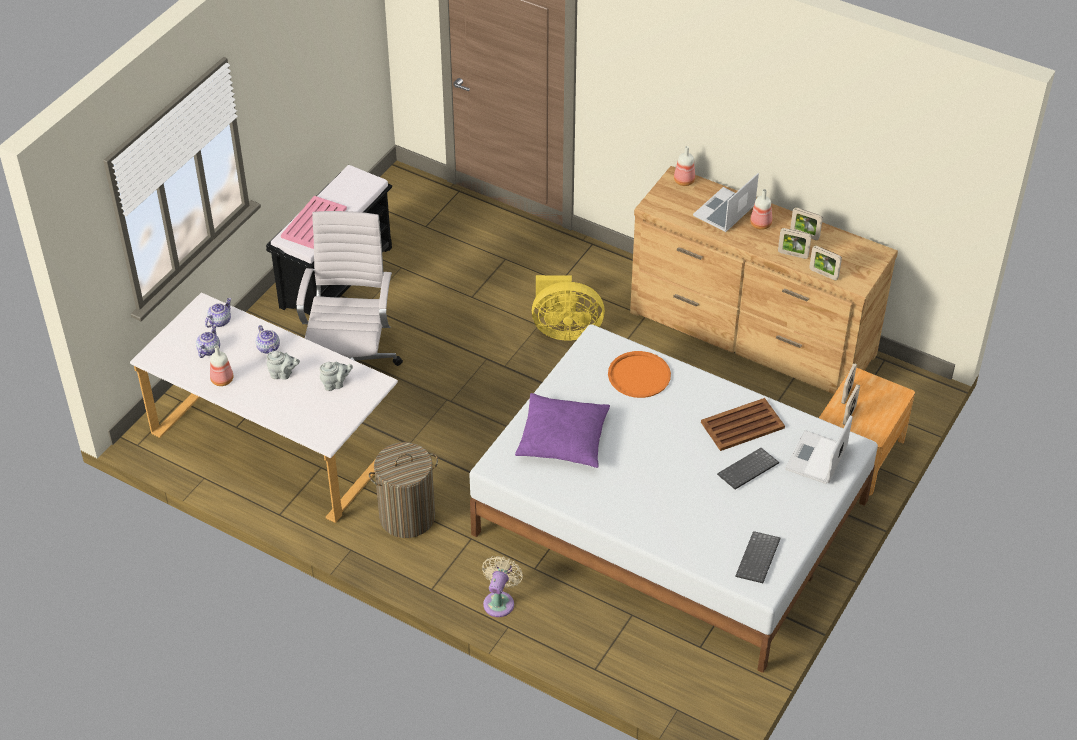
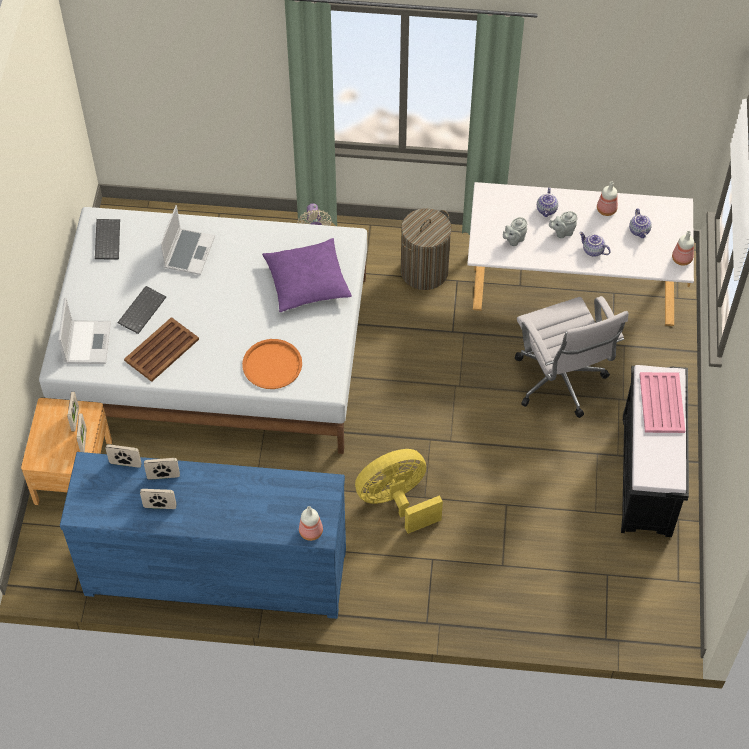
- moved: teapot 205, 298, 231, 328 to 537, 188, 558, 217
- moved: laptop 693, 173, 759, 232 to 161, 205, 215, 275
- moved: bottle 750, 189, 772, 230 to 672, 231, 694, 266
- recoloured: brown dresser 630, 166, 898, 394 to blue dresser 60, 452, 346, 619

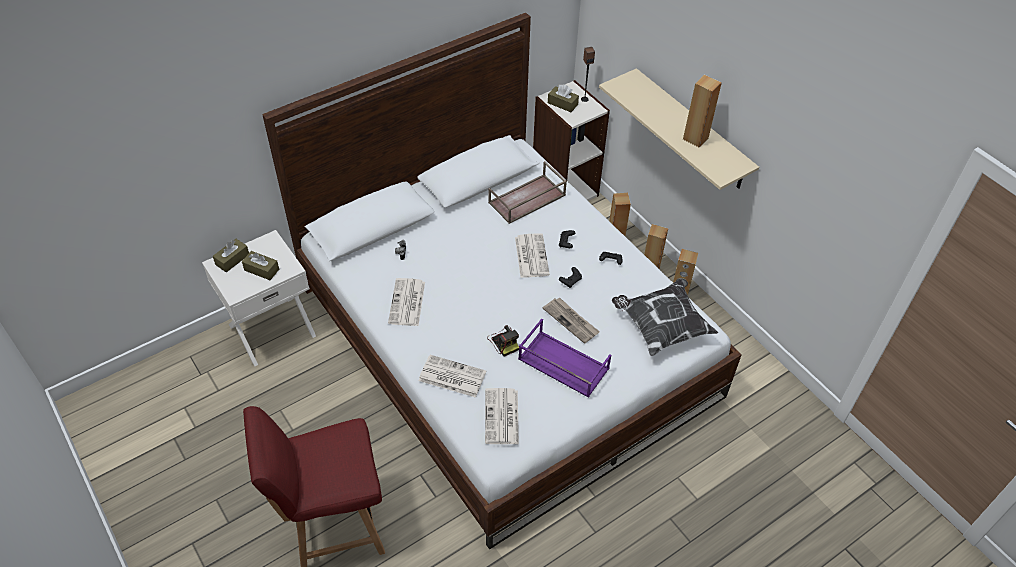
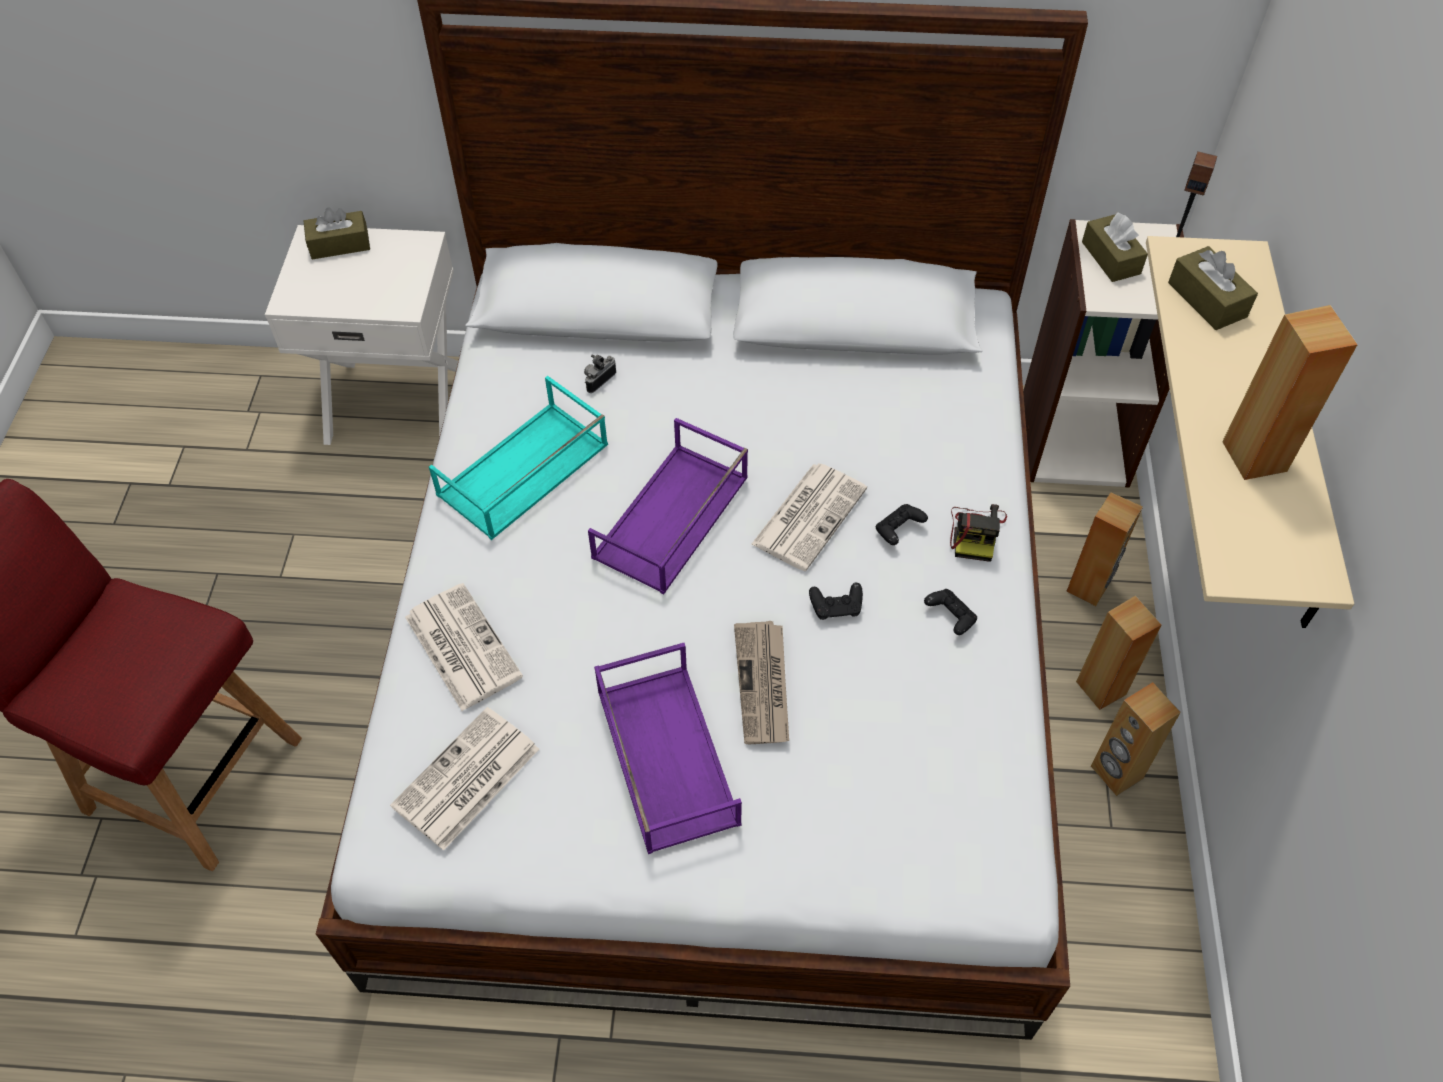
- removed: brown tray 488, 161, 567, 224
- removed: pillow 612, 279, 718, 356
- added: purple tray 588, 418, 748, 594
- moved: brown tissue box 242, 251, 279, 280 to 1168, 246, 1258, 330
- moved: photo camera 487, 325, 519, 357 to 950, 504, 1007, 562
- replaced: newspaper 388, 278, 425, 326 to turquoise tray 429, 376, 608, 540

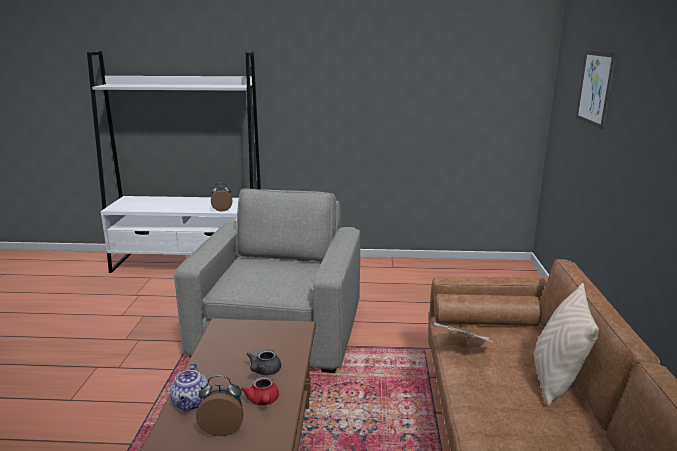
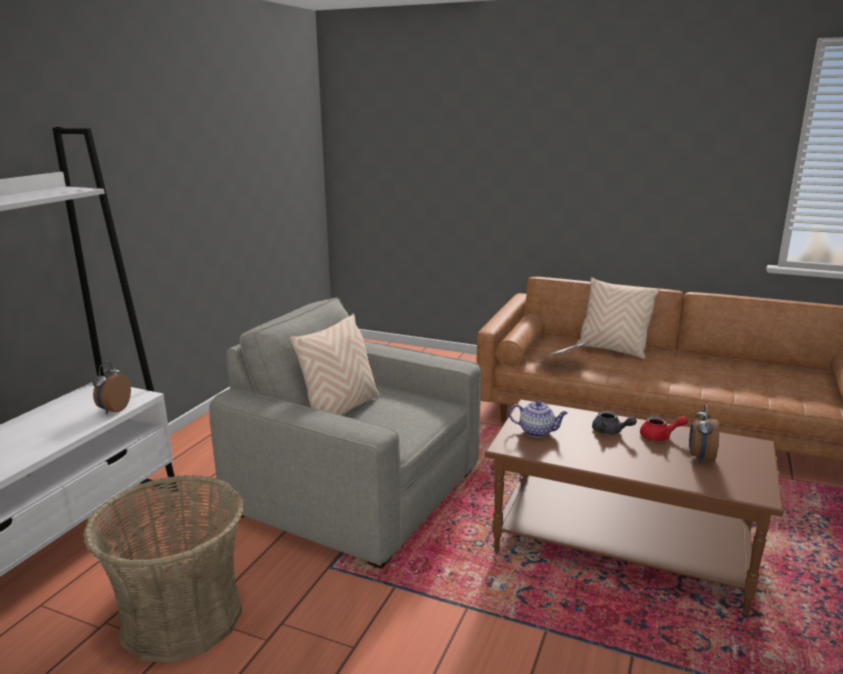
- removed: picture 576, 50, 617, 130
- added: basket 83, 475, 244, 663
- added: beige pillow 290, 313, 379, 415
- moved: teapot 170, 363, 209, 411 to 509, 401, 568, 437

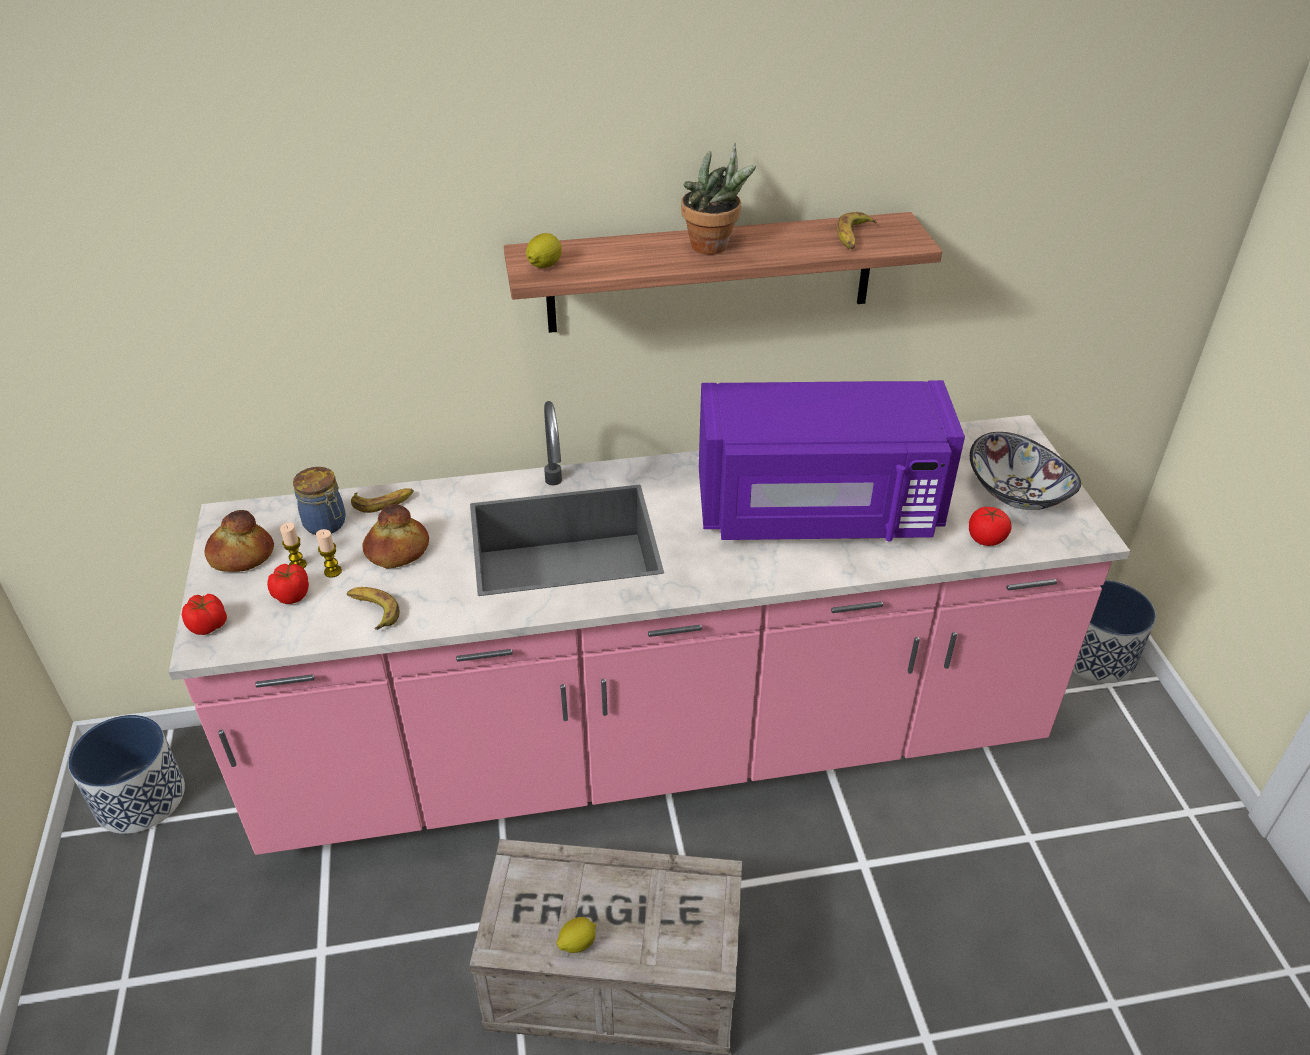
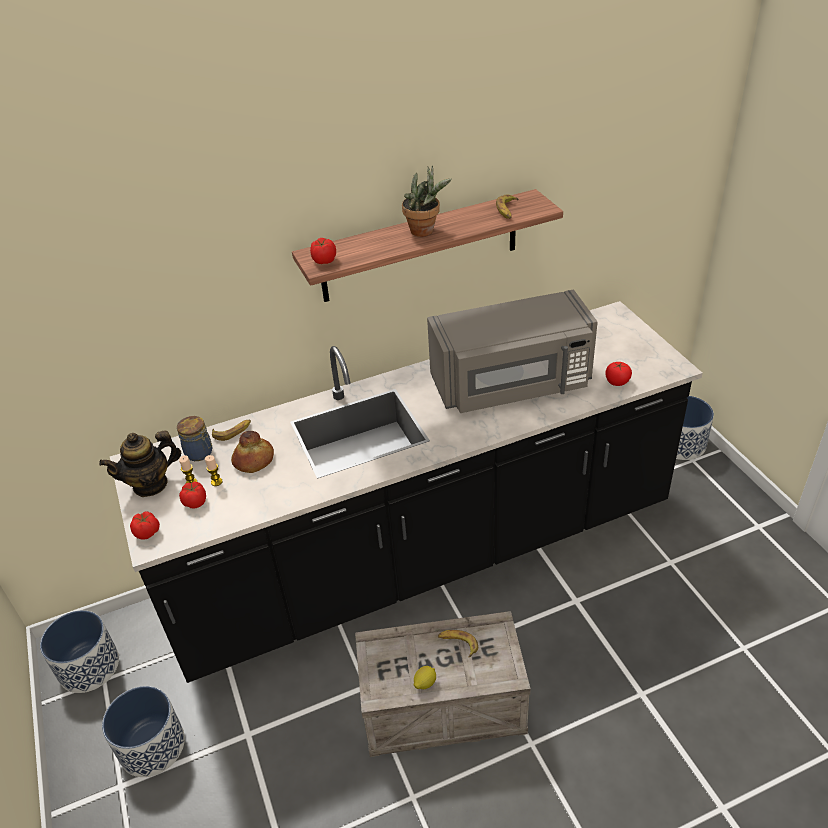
- removed: bowl 970, 432, 1081, 510
- added: planter 102, 686, 185, 777
- moved: banana 347, 587, 400, 630 to 438, 630, 478, 657
- replaced: bread 204, 510, 274, 572 to teapot 99, 431, 181, 497
- replaced: lemon 526, 233, 562, 268 to tomato 310, 238, 336, 264
- recoloured: pink counter 169, 401, 1130, 855 to black counter 110, 301, 703, 683
- recoloured: purple microwave 699, 380, 965, 541 to grey microwave 427, 289, 598, 413

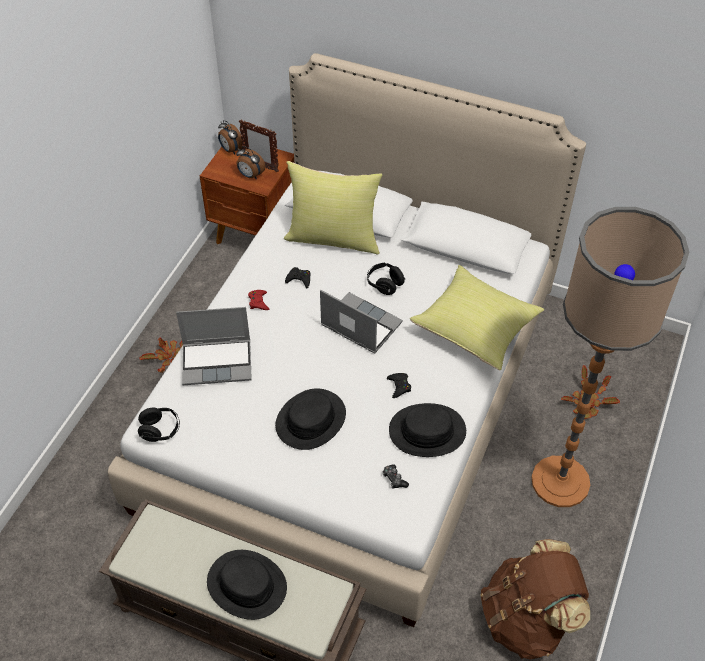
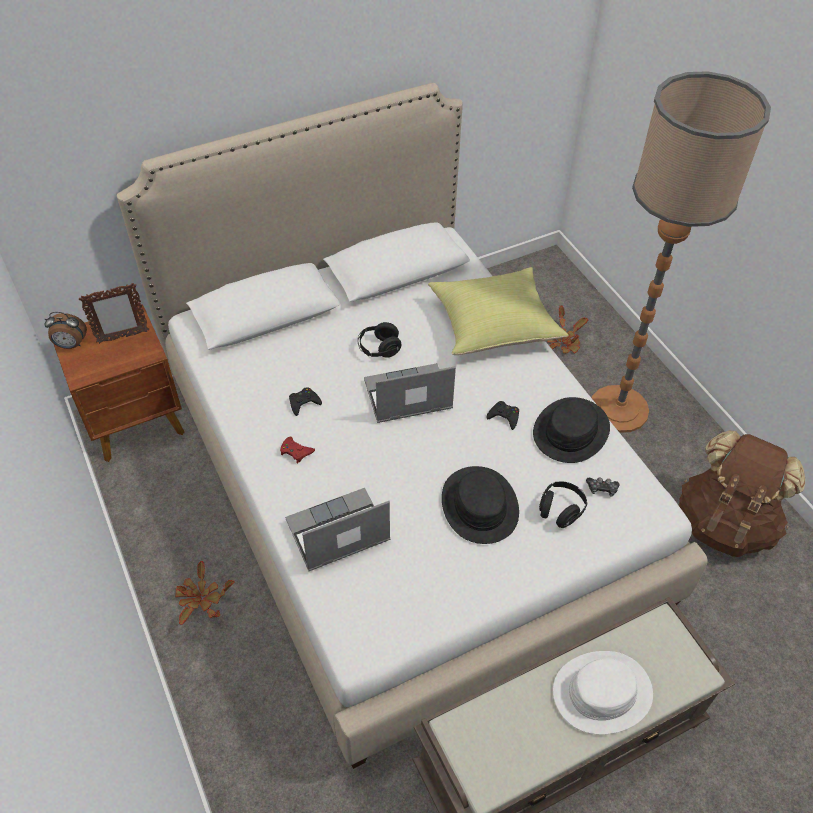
- removed: alarm clock 236, 146, 265, 179
- removed: yellow pillow 284, 161, 383, 254
- moved: black headphones 138, 407, 180, 442 to 539, 482, 588, 528
- recoloured: black hat 207, 550, 287, 620 to white hat 553, 651, 653, 735
- turned: laptop 176, 307, 252, 385 = 285, 488, 391, 571 150 degrees counterclockwise

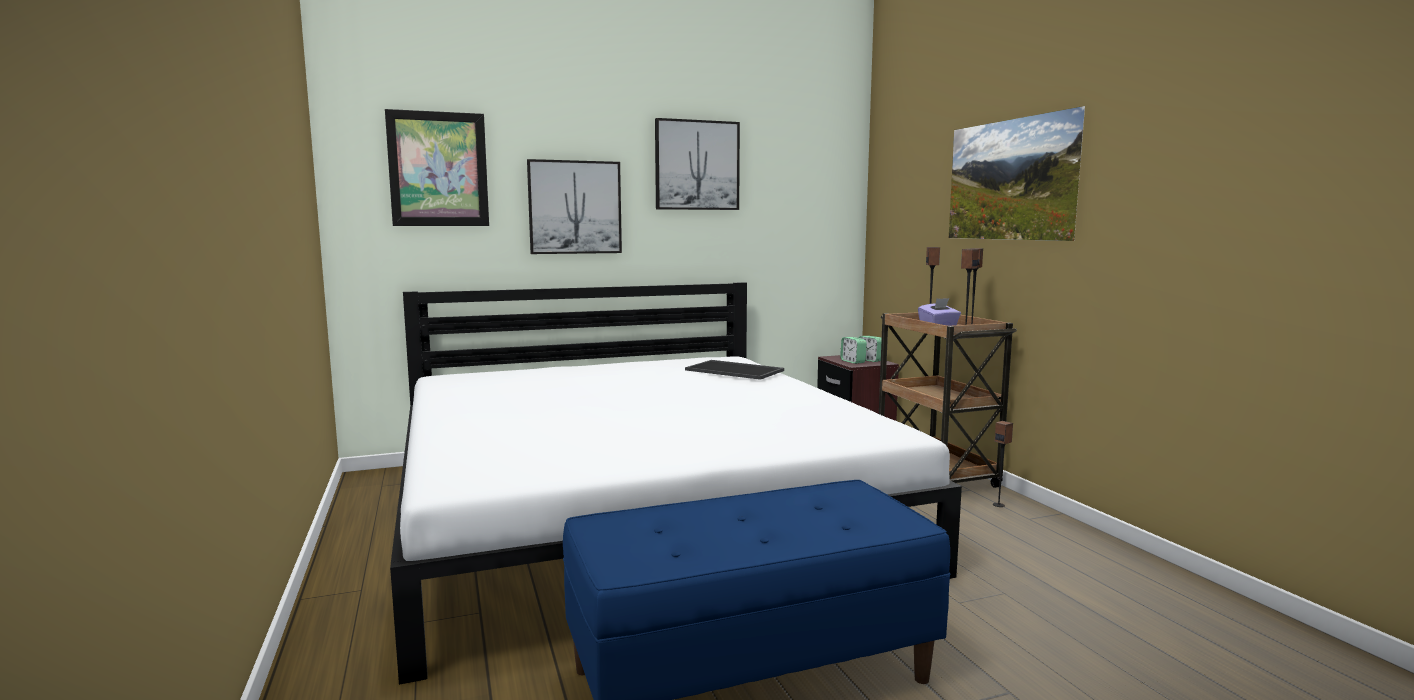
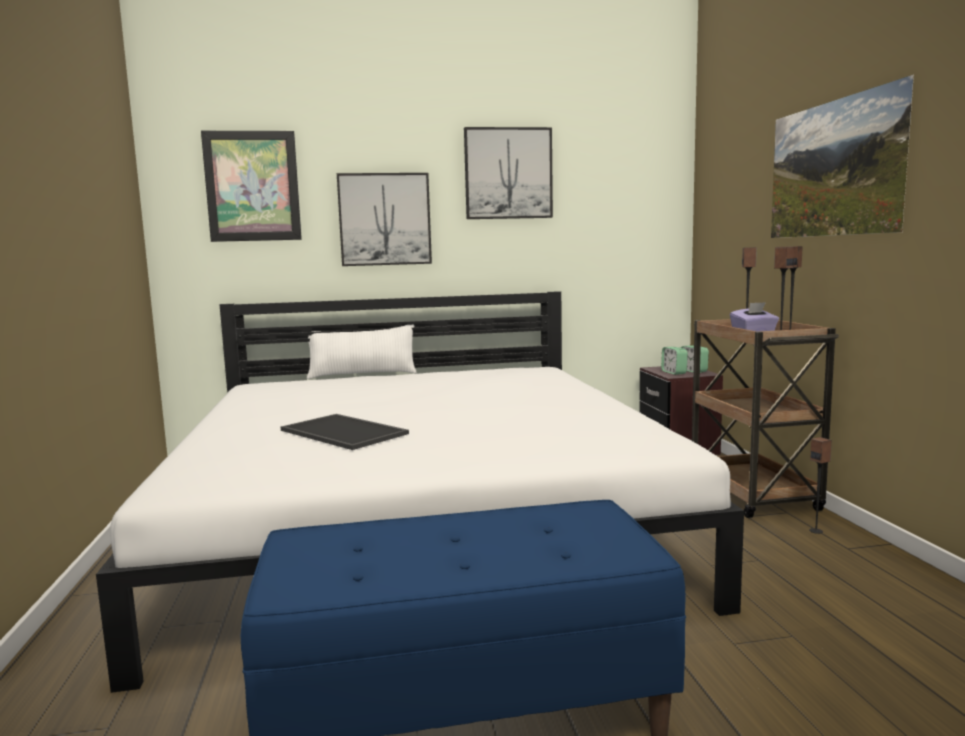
- added: white pillow 307, 325, 417, 379
- moved: tray 685, 360, 784, 380 to 281, 414, 409, 450

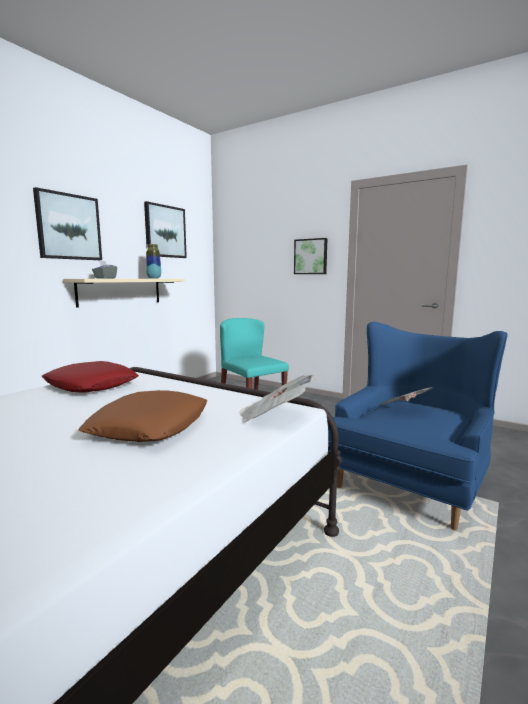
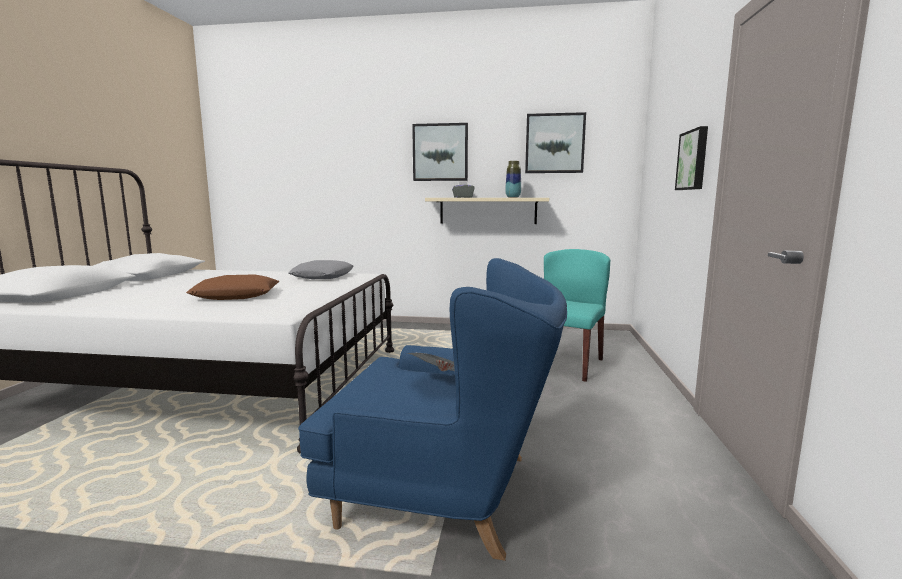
- removed: newspaper 239, 375, 315, 422
- recoloured: red pillow 42, 361, 139, 393 to grey pillow 289, 260, 353, 279

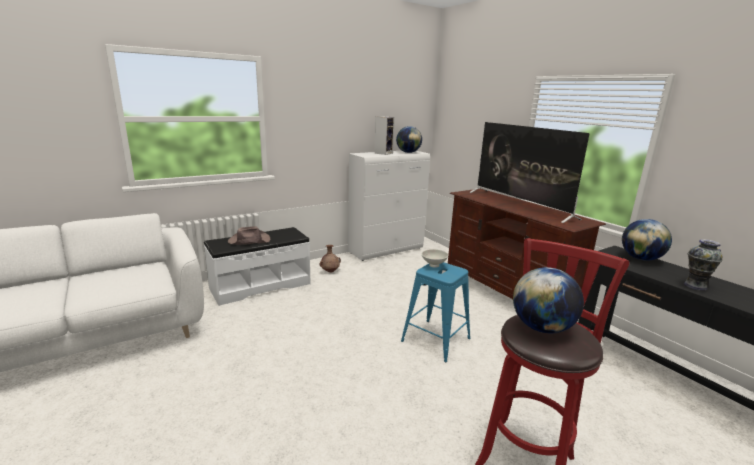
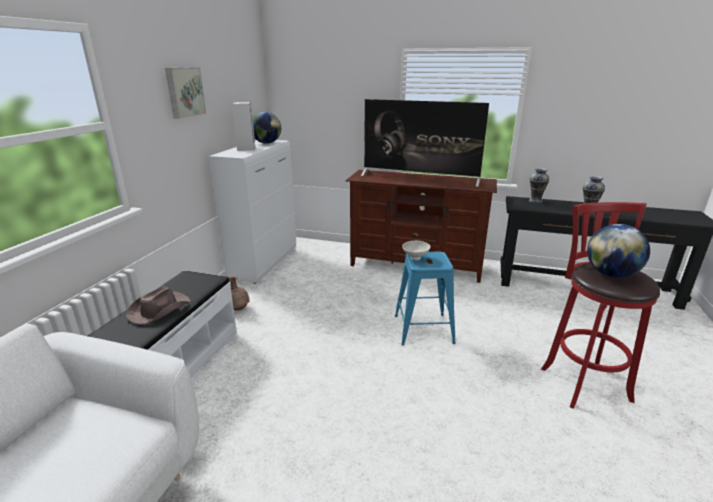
- added: picture 165, 67, 206, 119
- replaced: globe 622, 219, 672, 261 to vase 529, 168, 549, 204

